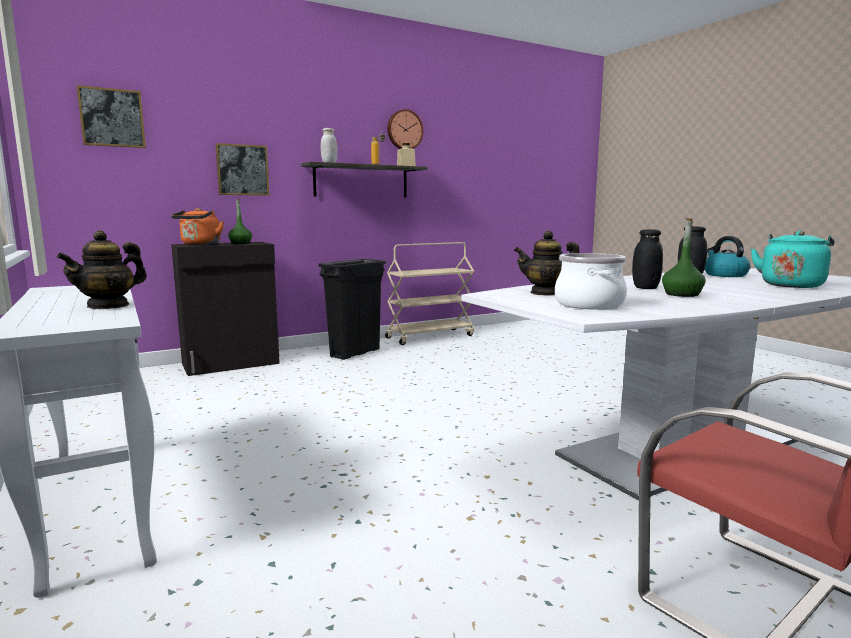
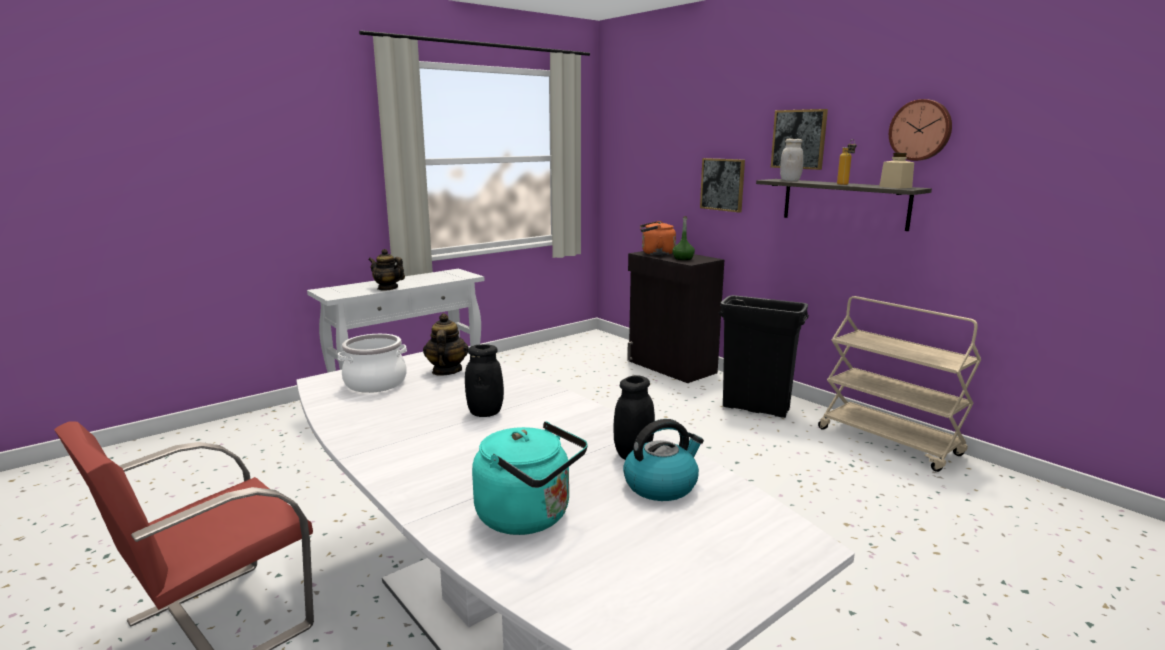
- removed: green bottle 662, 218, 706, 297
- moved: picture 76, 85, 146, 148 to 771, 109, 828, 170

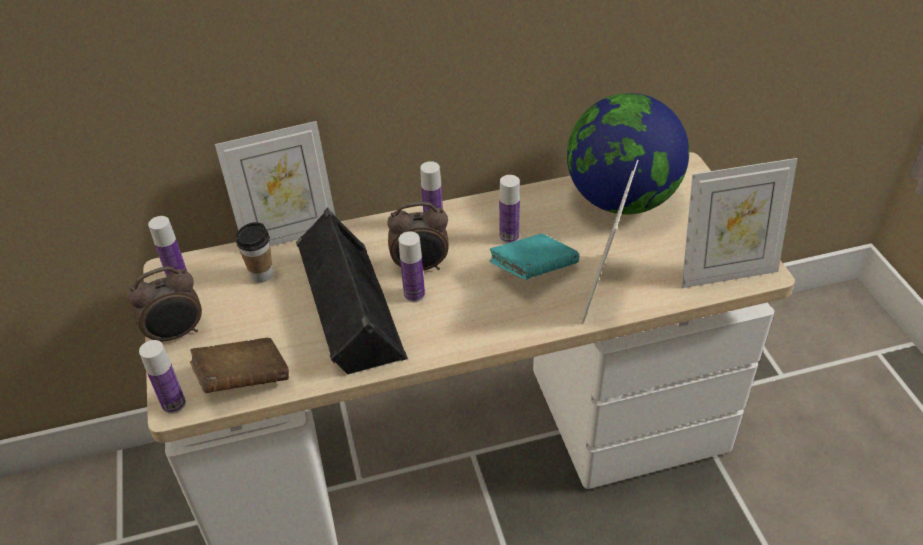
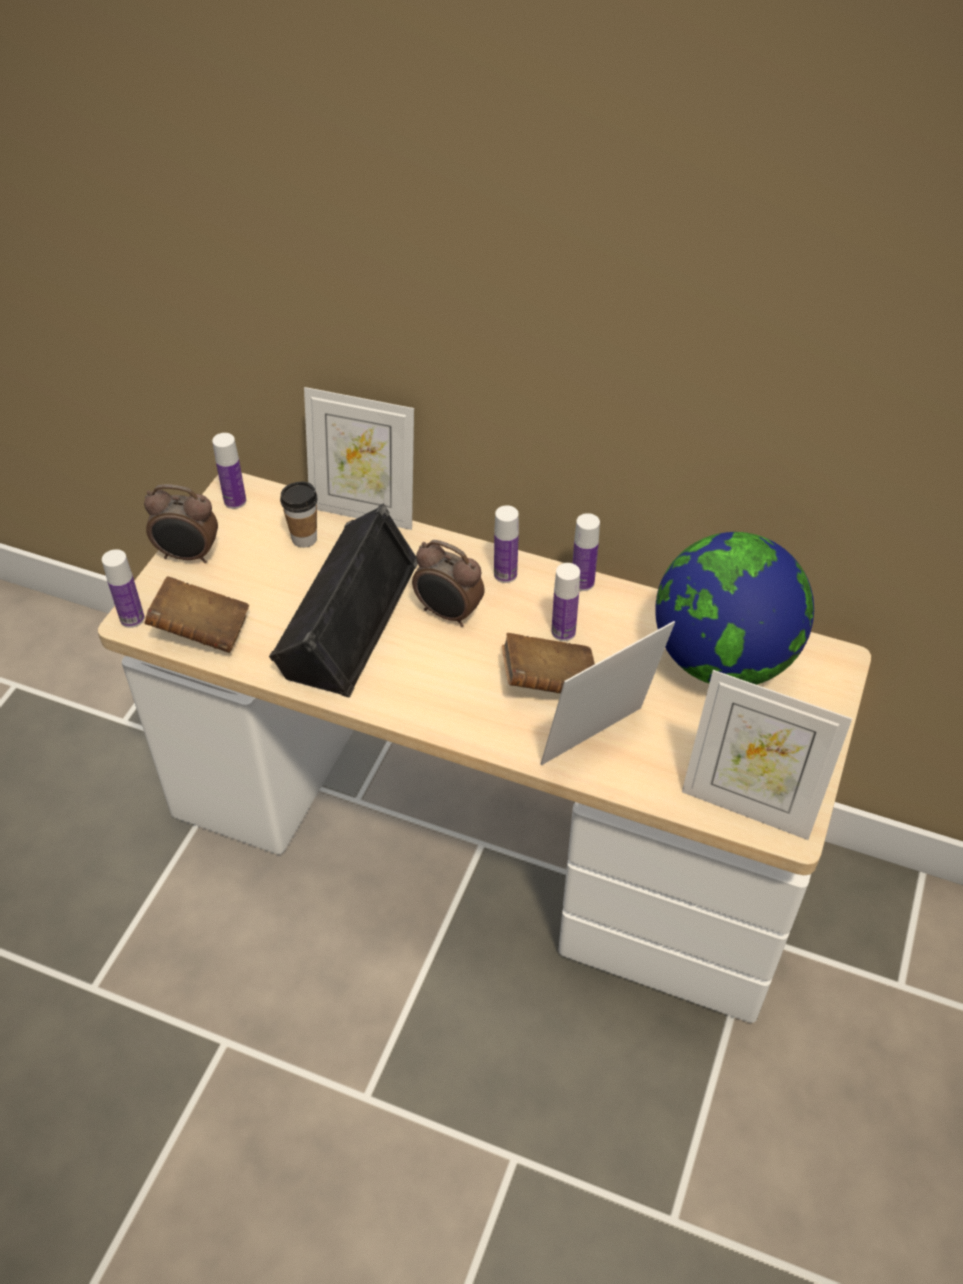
- moved: bottle 399, 231, 425, 302 to 573, 513, 600, 591
- recoloured: turquoise book 489, 234, 579, 280 to brown book 502, 633, 595, 693

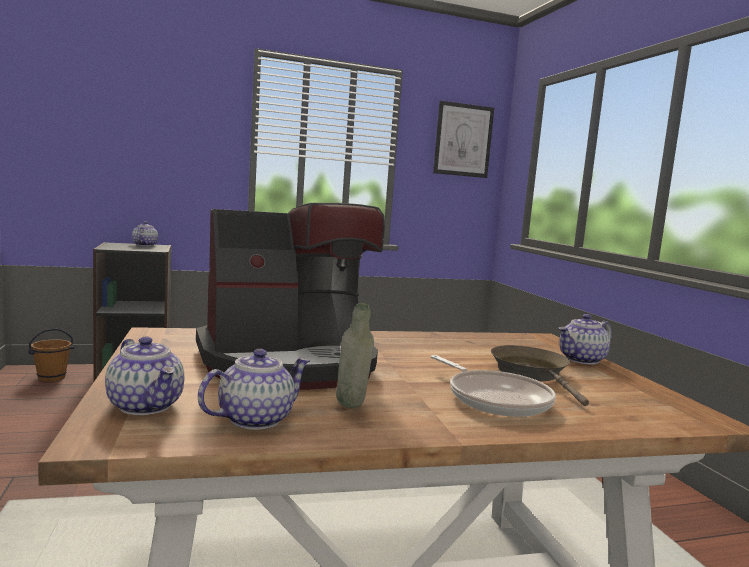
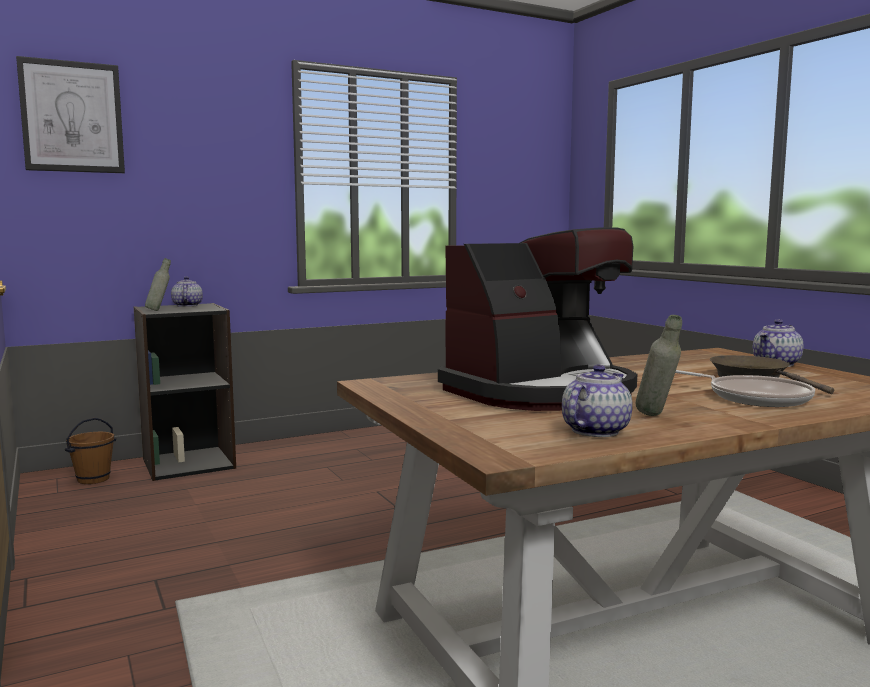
- removed: teapot 105, 336, 184, 415
- added: grey bottle 145, 258, 171, 311
- moved: picture 433, 101, 494, 178 to 16, 56, 125, 173

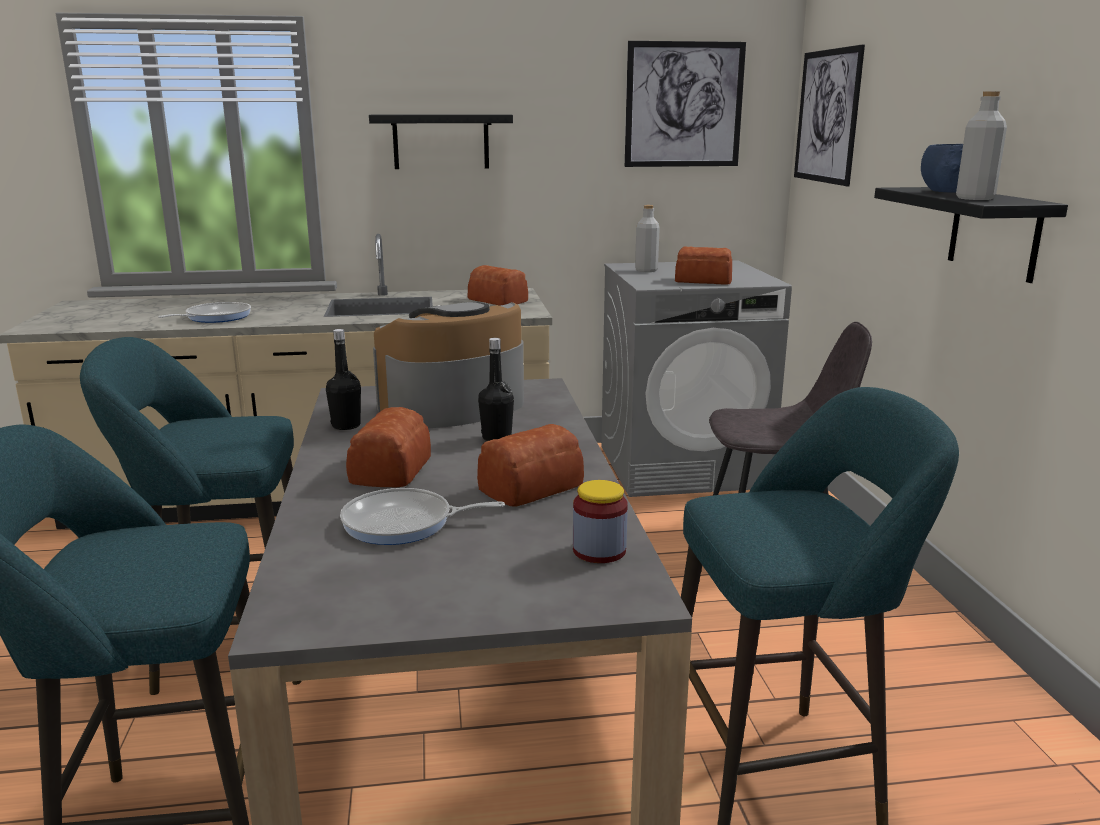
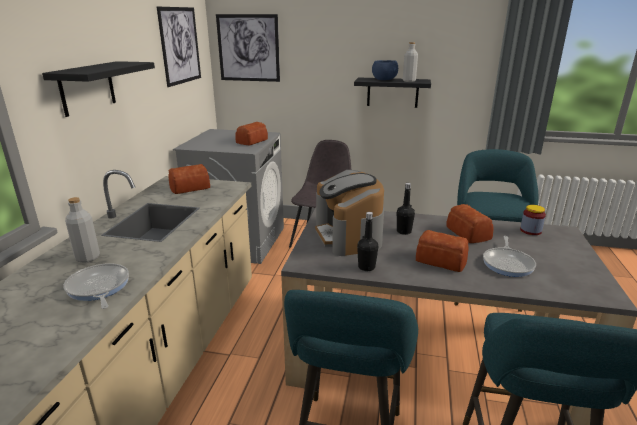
- moved: grey bottle 635, 205, 660, 272 to 65, 197, 100, 263

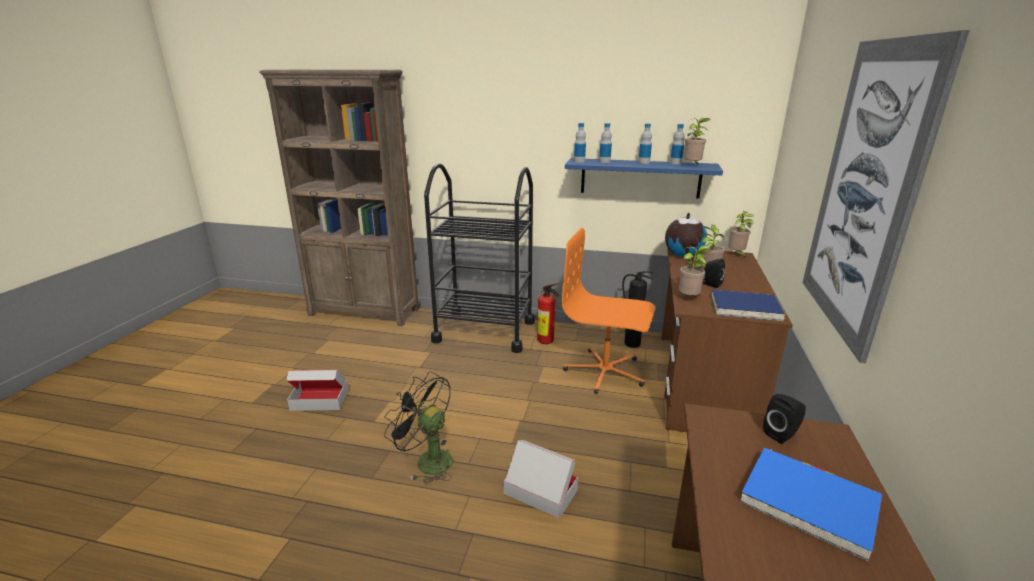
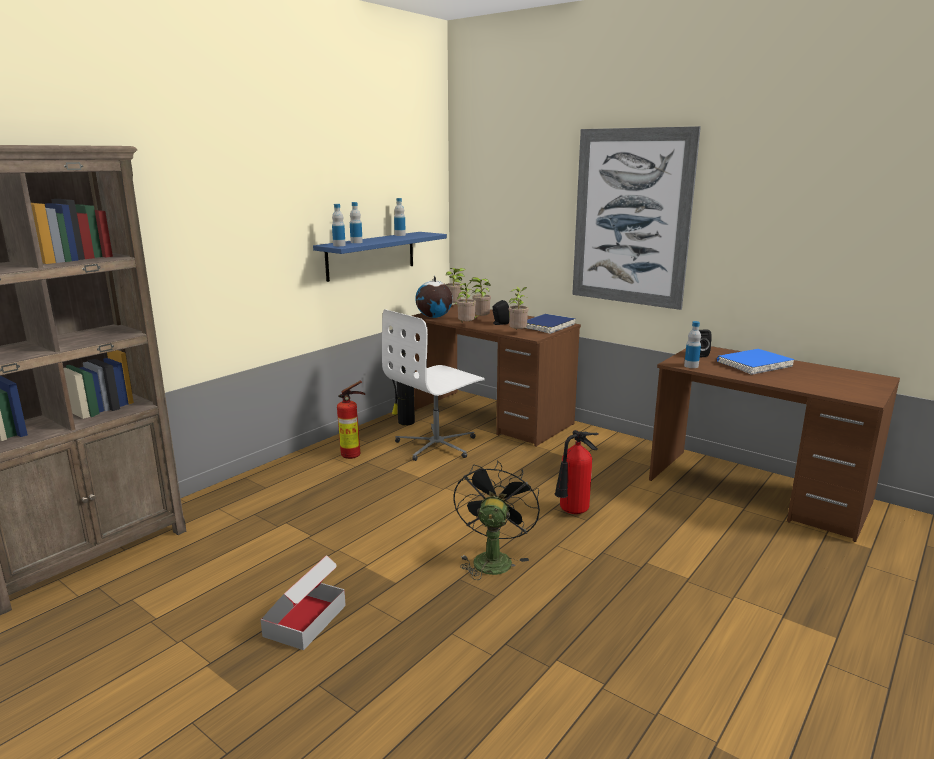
- removed: black cart 424, 164, 535, 353
- moved: bottle 638, 124, 652, 164 to 684, 321, 701, 368
- moved: potted plant 684, 118, 710, 164 to 456, 281, 476, 322
- replaced: cardboard box 504, 440, 578, 519 to fire extinguisher 555, 430, 599, 514
- recoloured: orange office chair 562, 228, 655, 394 to white office chair 382, 309, 485, 461
- turned: black fan 384, 371, 453, 484 = 454, 460, 540, 580 135 degrees clockwise

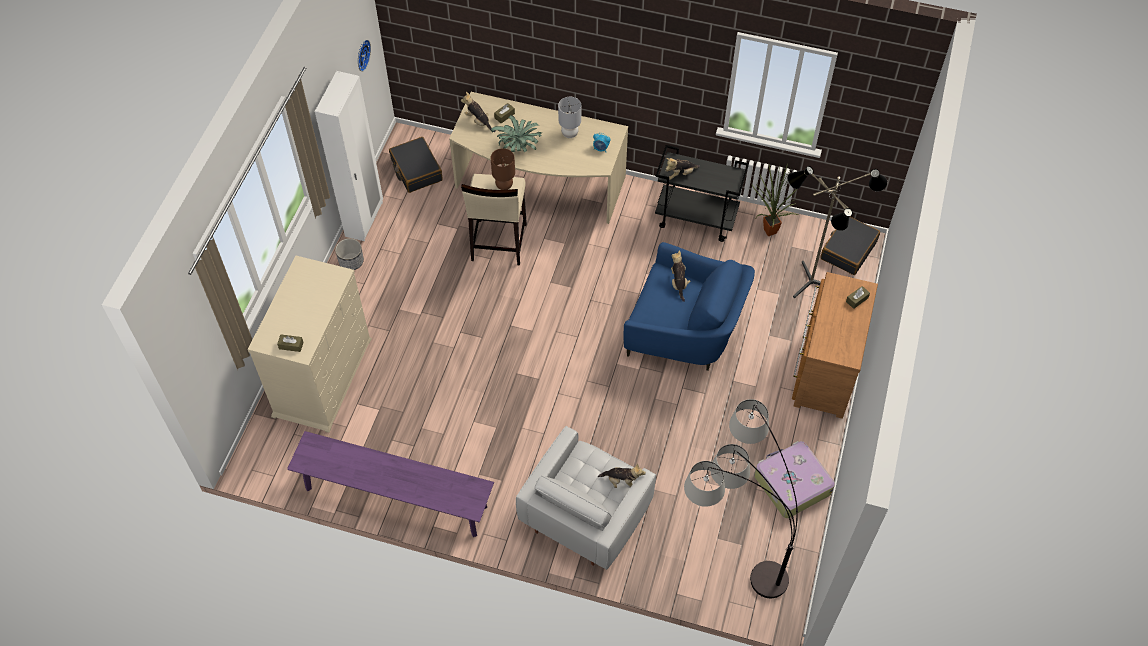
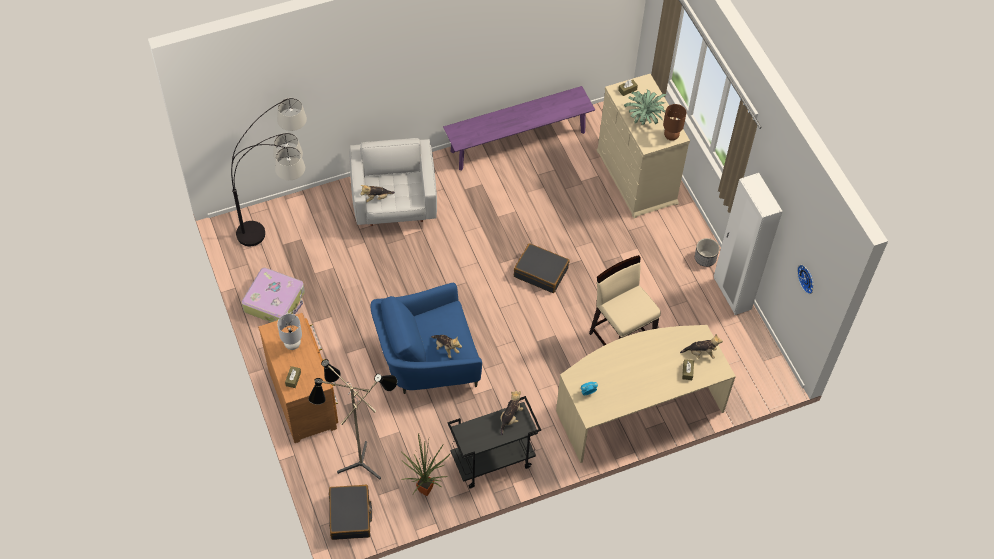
- moved: black suitcase 389, 137, 443, 193 to 514, 243, 570, 293
- moved: potted plant 490, 115, 542, 152 to 624, 90, 667, 125
- moved: brown table lamp 491, 148, 515, 190 to 663, 104, 686, 141
- moved: grey table lamp 558, 97, 581, 138 to 277, 314, 302, 350

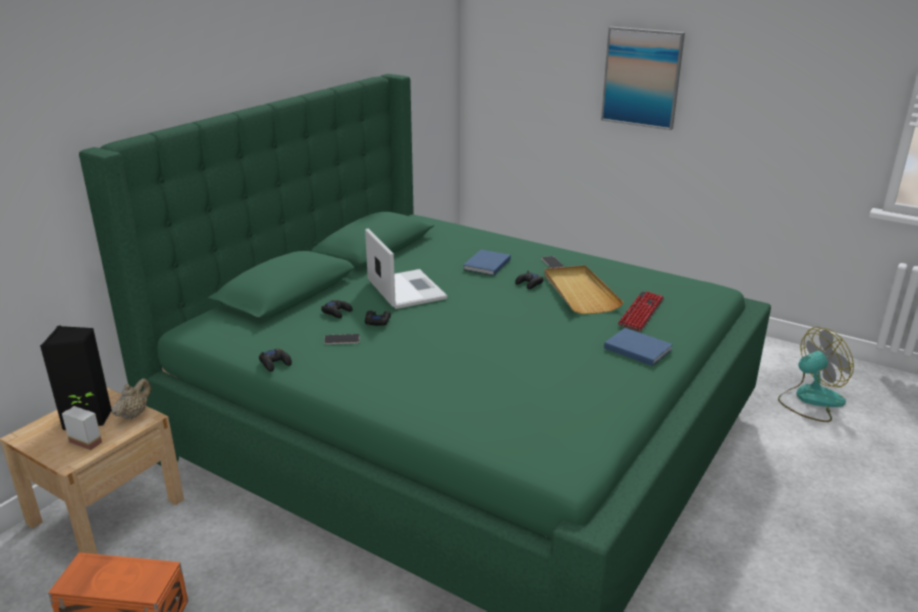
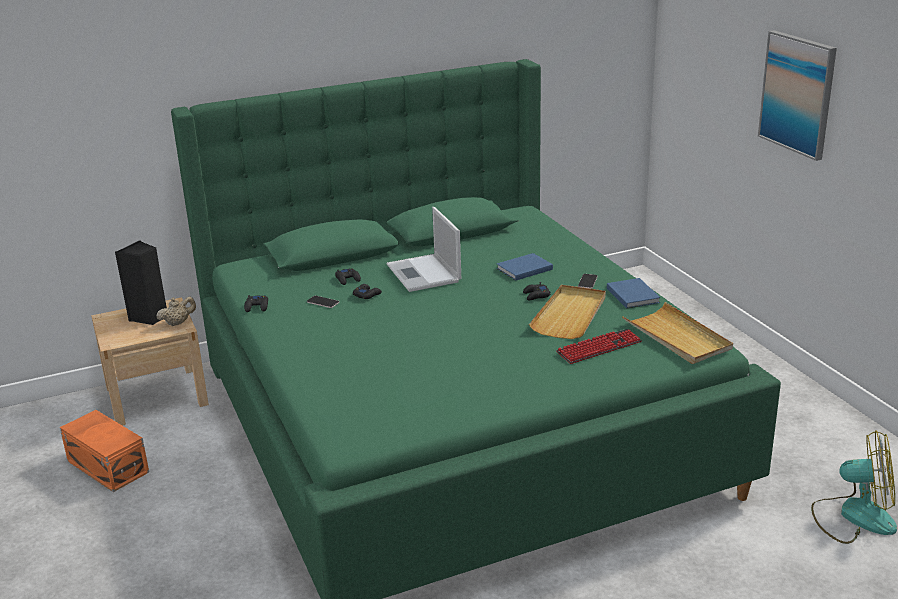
- removed: potted plant 62, 392, 102, 450
- added: beige tray 622, 302, 733, 364
- moved: blue book 604, 328, 673, 366 to 607, 278, 661, 308
- turned: laptop 365, 229, 448, 309 = 387, 207, 461, 292 150 degrees clockwise

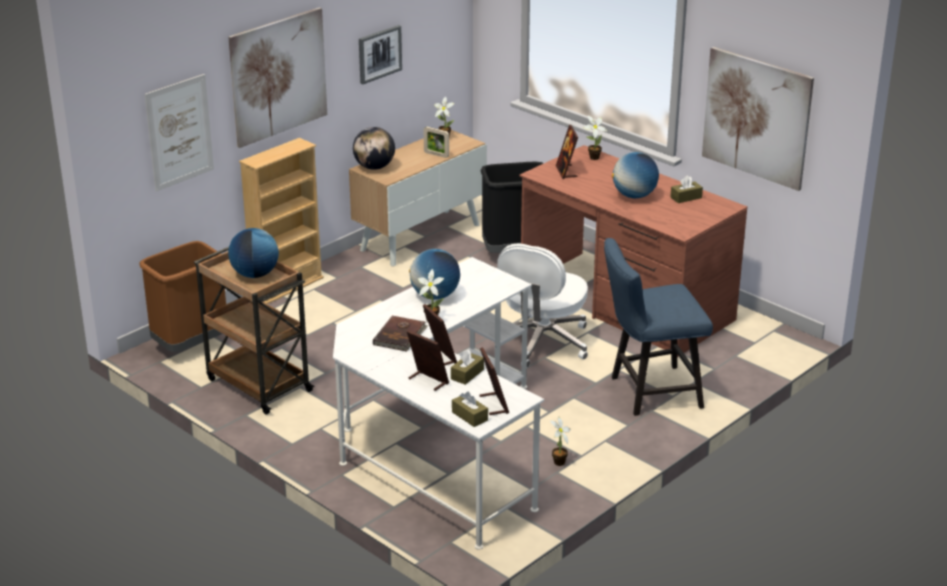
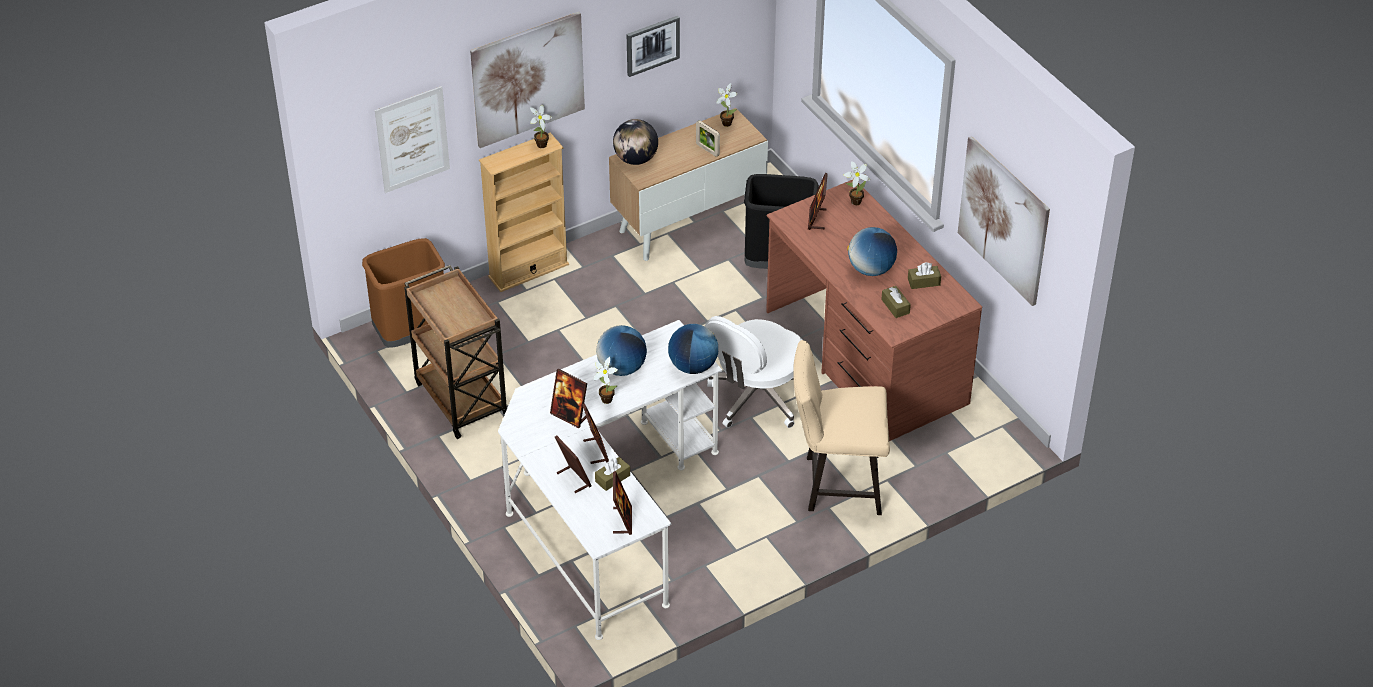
- moved: globe 228, 228, 279, 278 to 668, 324, 718, 374
- moved: brown tissue box 452, 392, 488, 427 to 881, 286, 911, 318
- moved: potted plant 550, 416, 571, 466 to 530, 104, 552, 148
- replaced: brown book 373, 315, 428, 352 to picture frame 550, 369, 587, 428
- recoloured: blue chair 604, 238, 713, 416 to beige chair 793, 340, 890, 515

